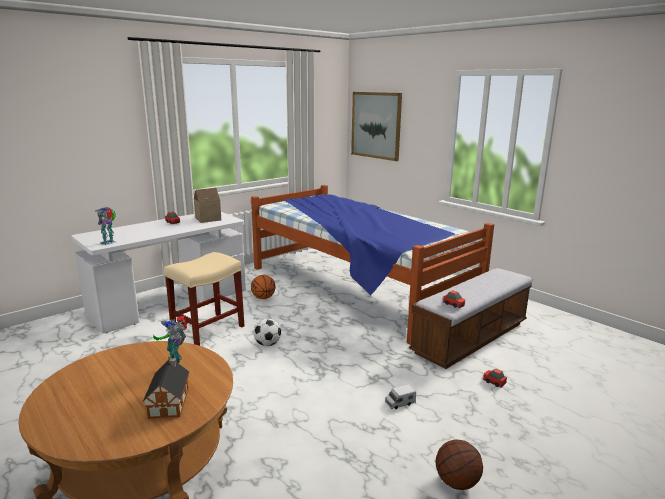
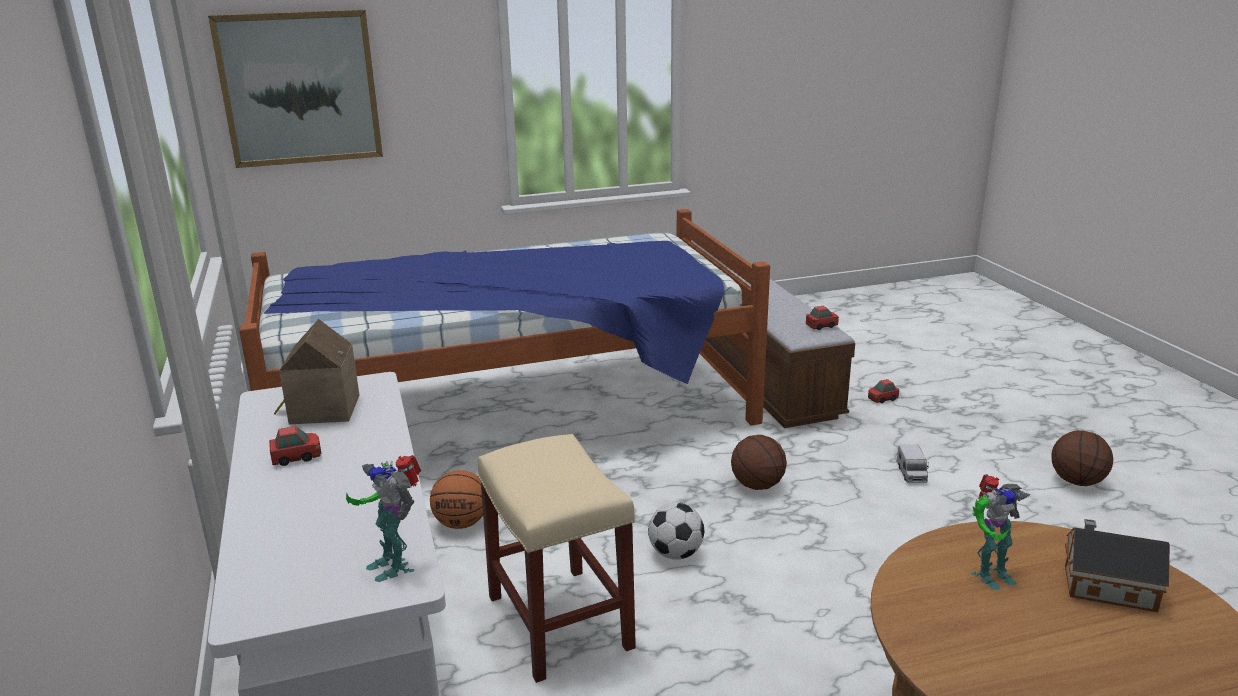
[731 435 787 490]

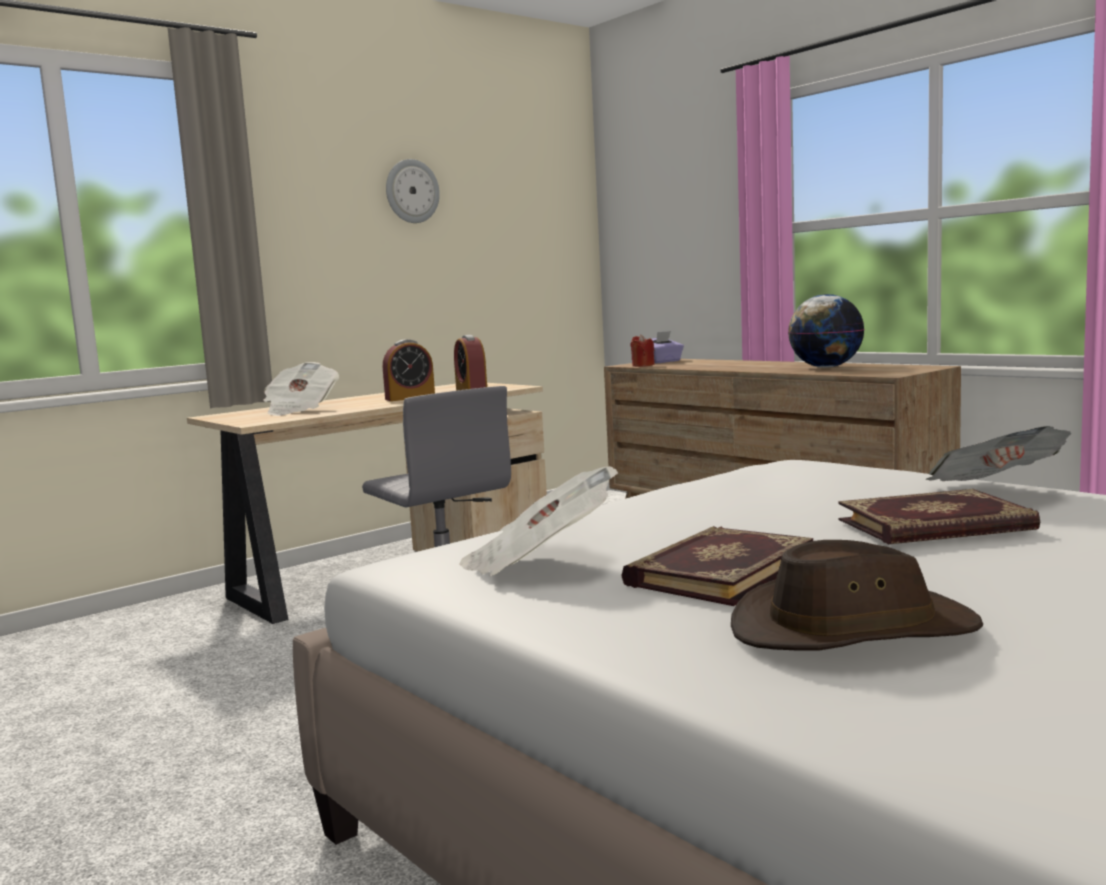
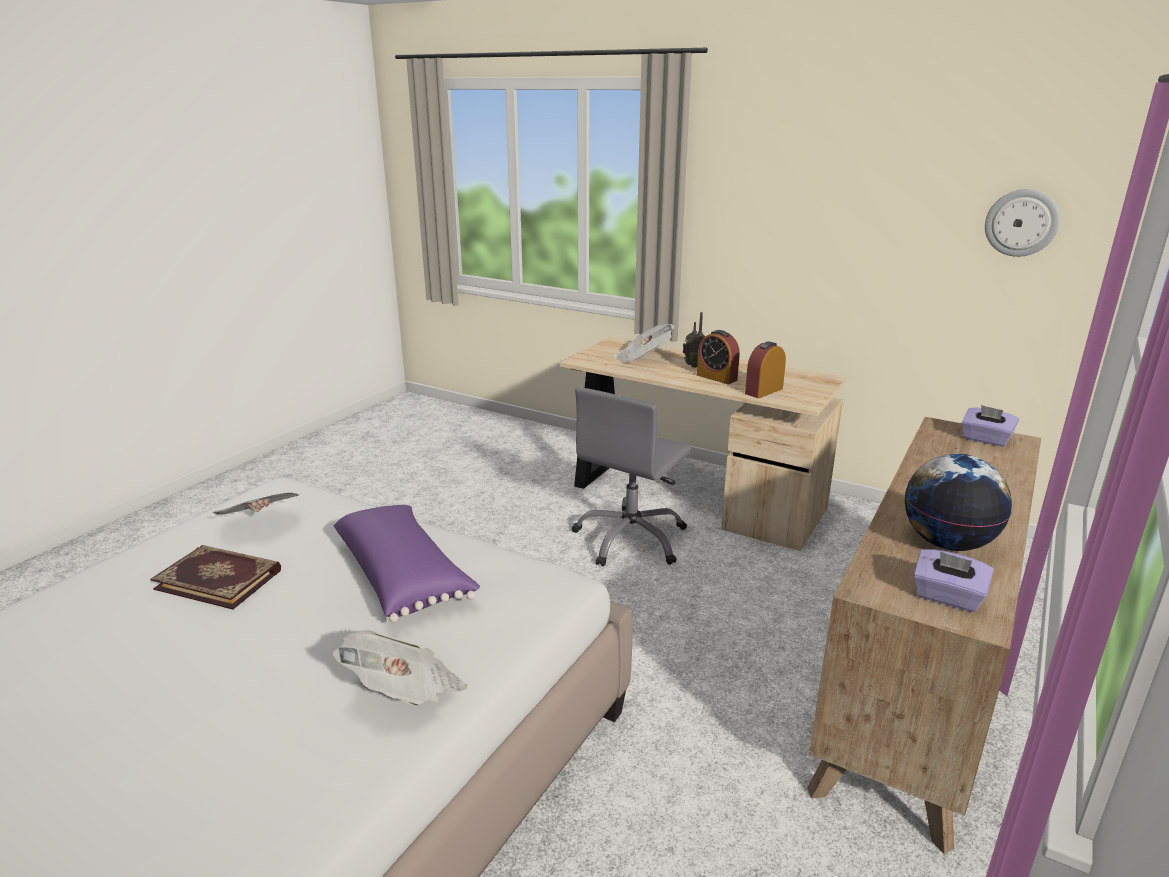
[985 189 1060 257]
[631 334 655 367] (first image)
[838 489 1040 544] (first image)
[731 540 983 651] (first image)
[683 312 705 368]
[334 505 480 623]
[913 549 994 612]

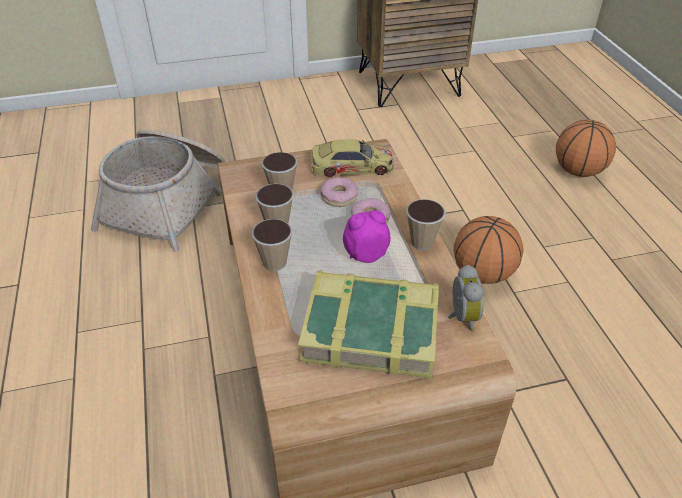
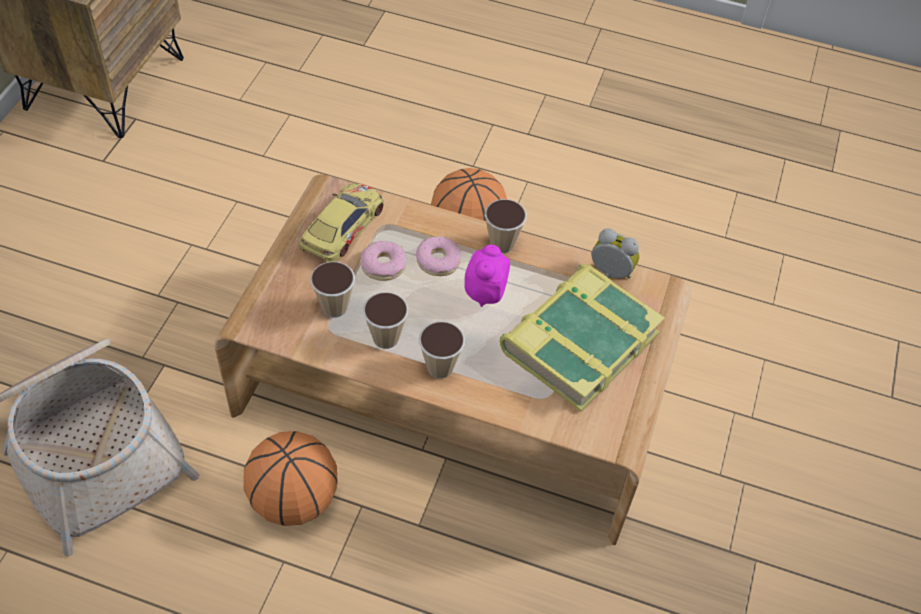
[244 431 338 526]

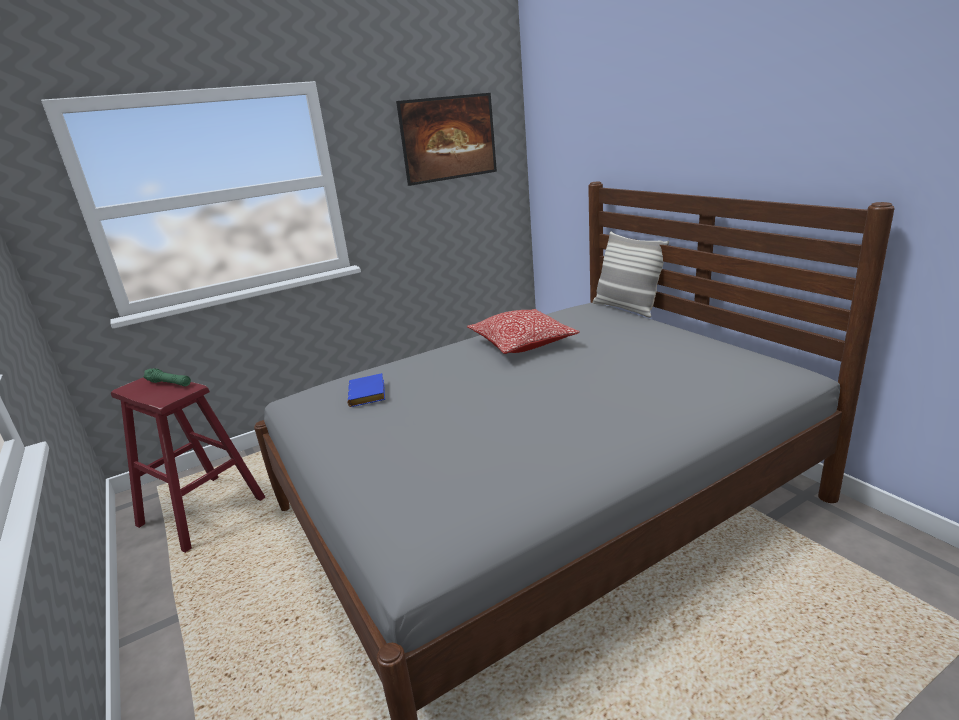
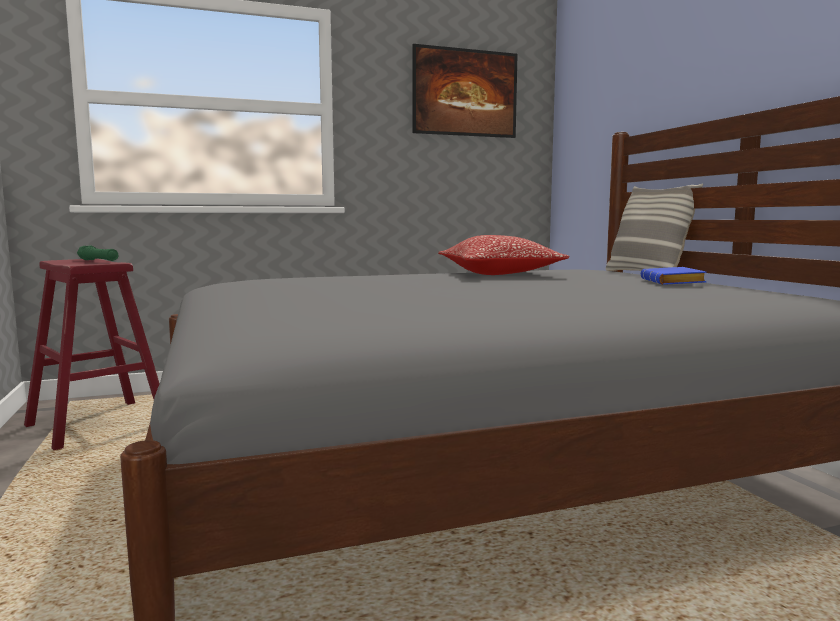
[641 267 707 285]

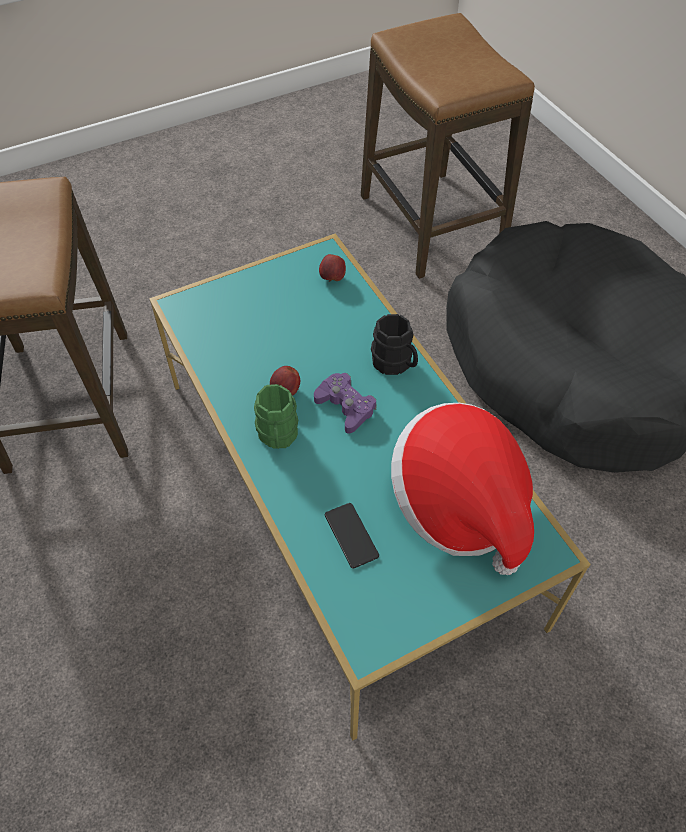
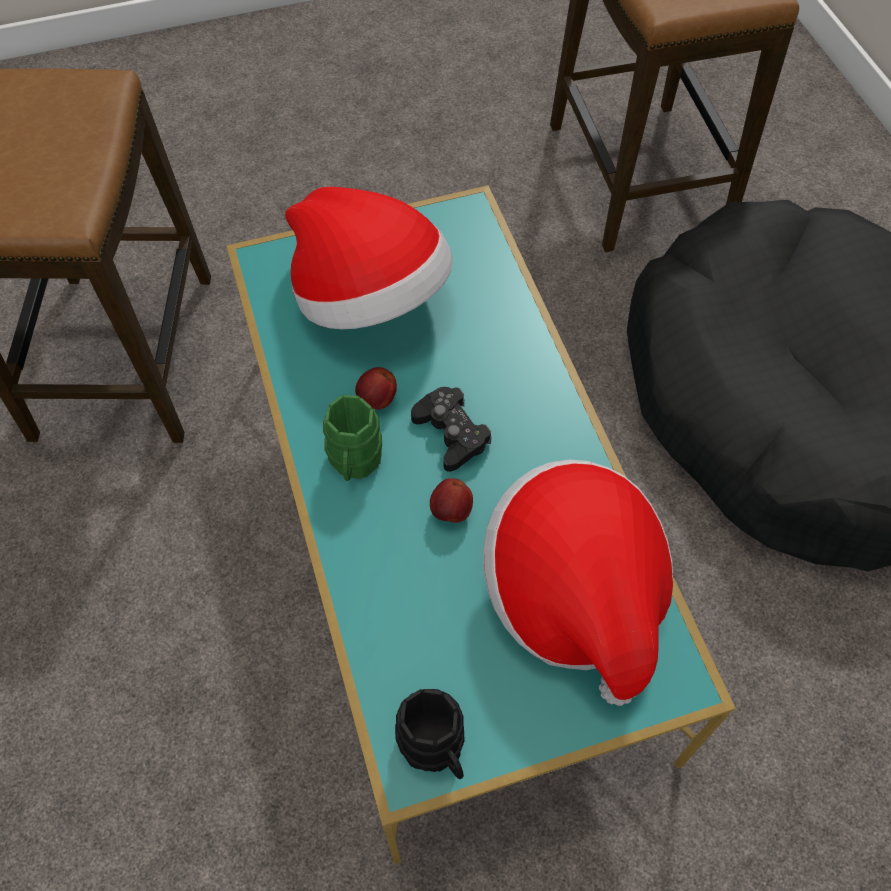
[430 478 473 523]
[395 689 465 779]
[411 387 491 472]
[325 503 379 569] (first image)
[285 187 453 329]

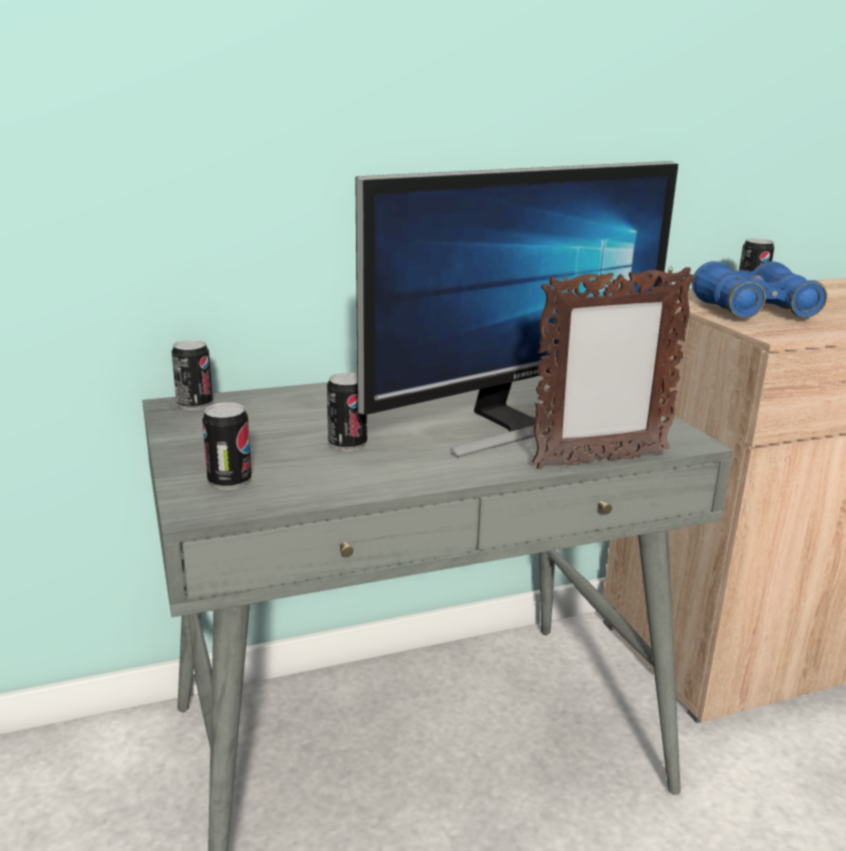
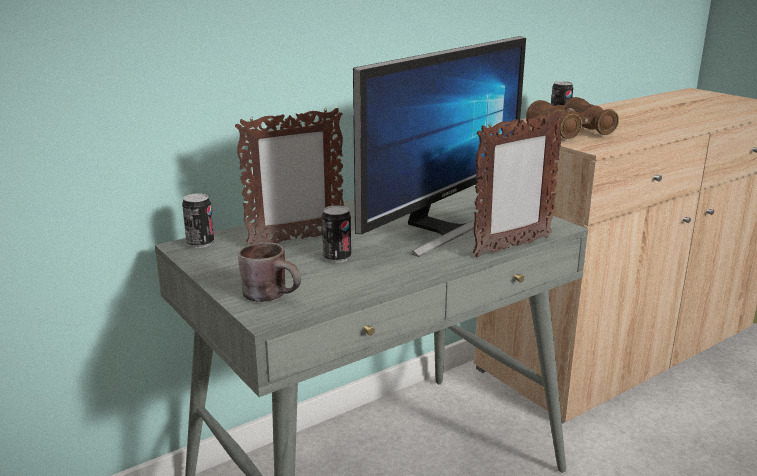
[526 97 619 139]
[238 242 301 302]
[235 108 344 245]

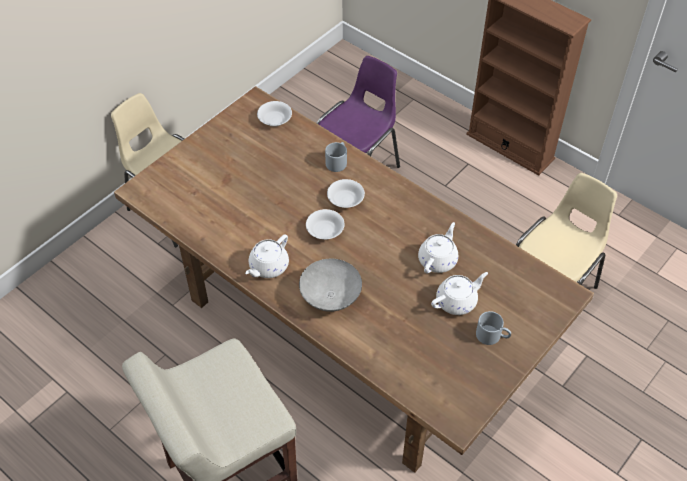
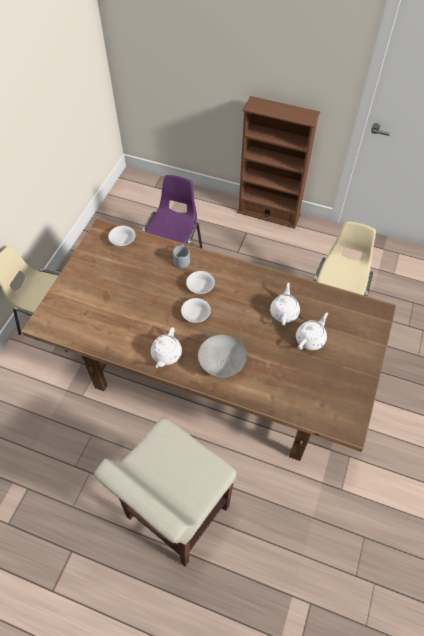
[476 311 511 345] (first image)

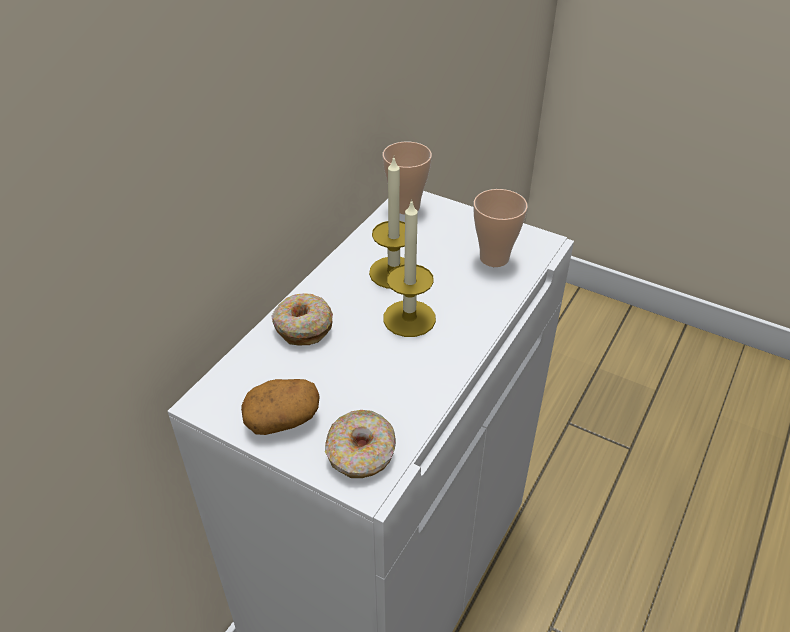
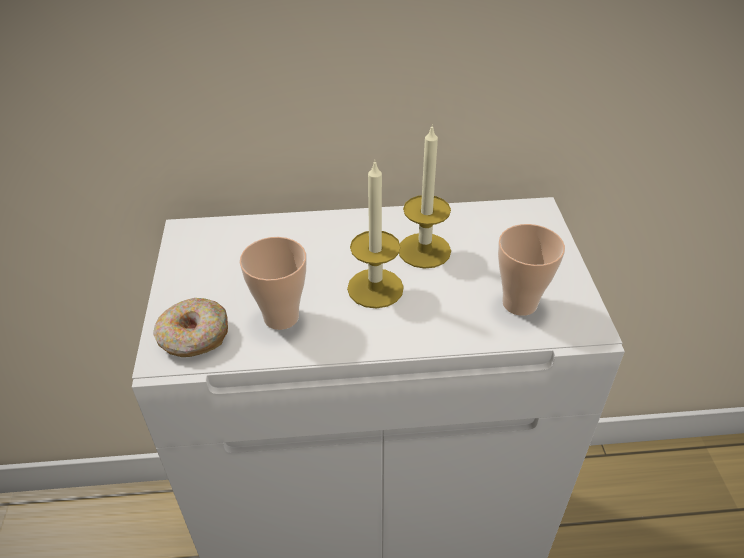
[239 237 306 330]
[271 293 333 345] (first image)
[241 379 320 435] (first image)

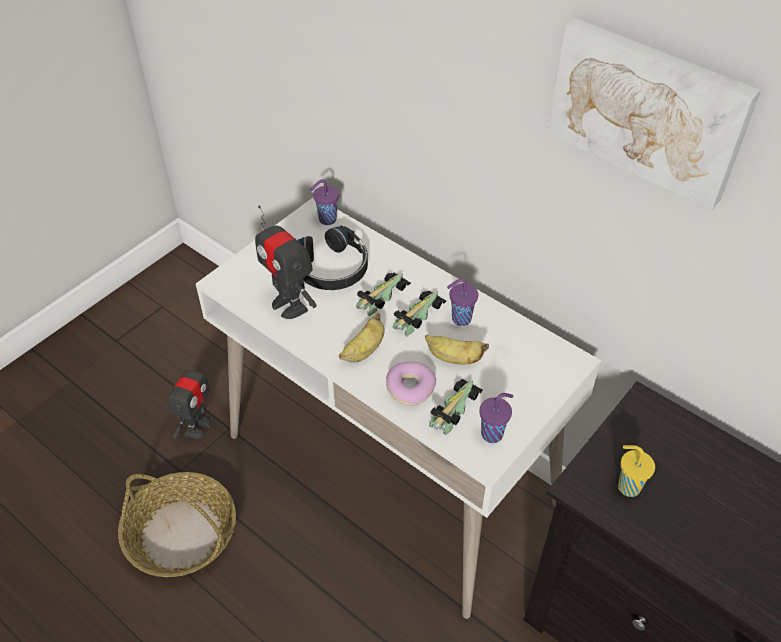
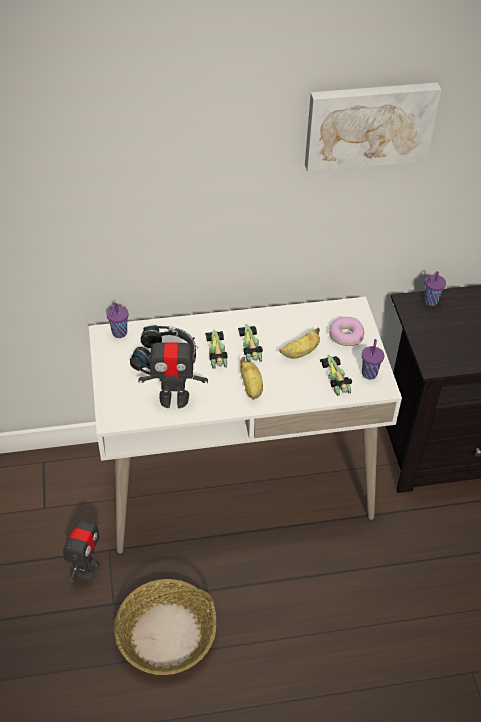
[424 271 446 306]
[63 510 100 584]
[329 317 365 346]
[618 445 655 497] (first image)

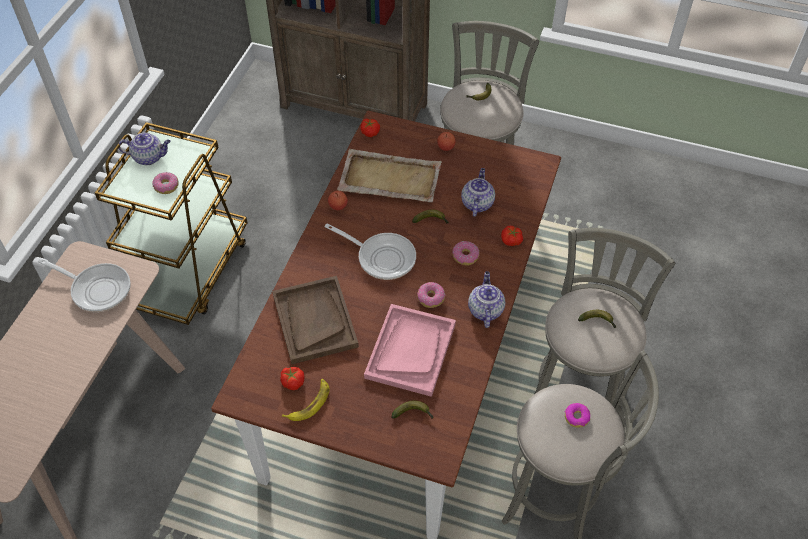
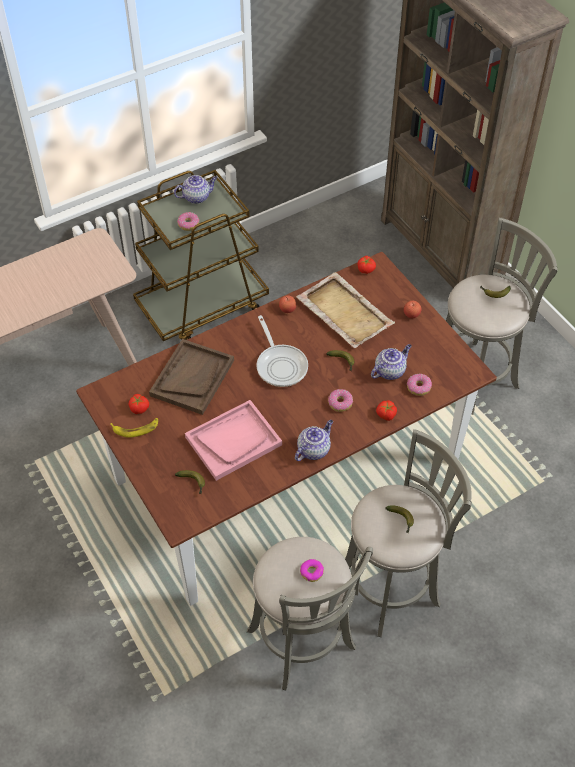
[174 175 217 204]
[38 258 131 312] (first image)
[407 374 432 396]

